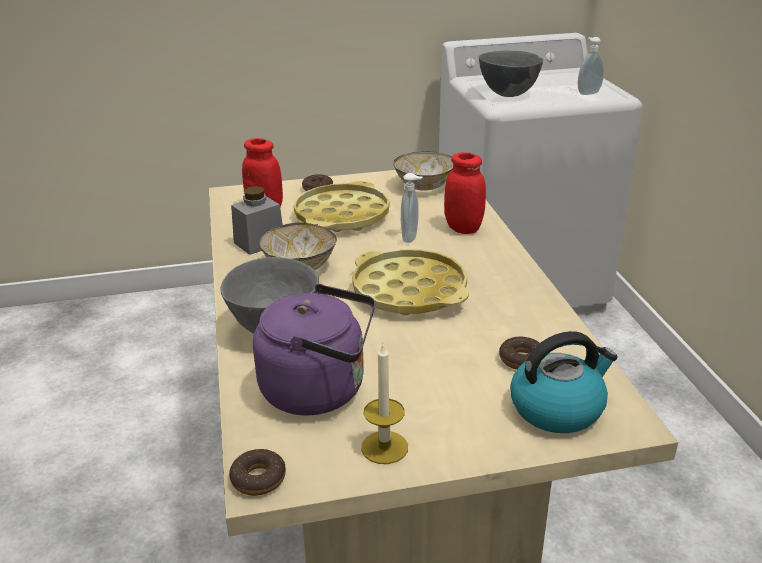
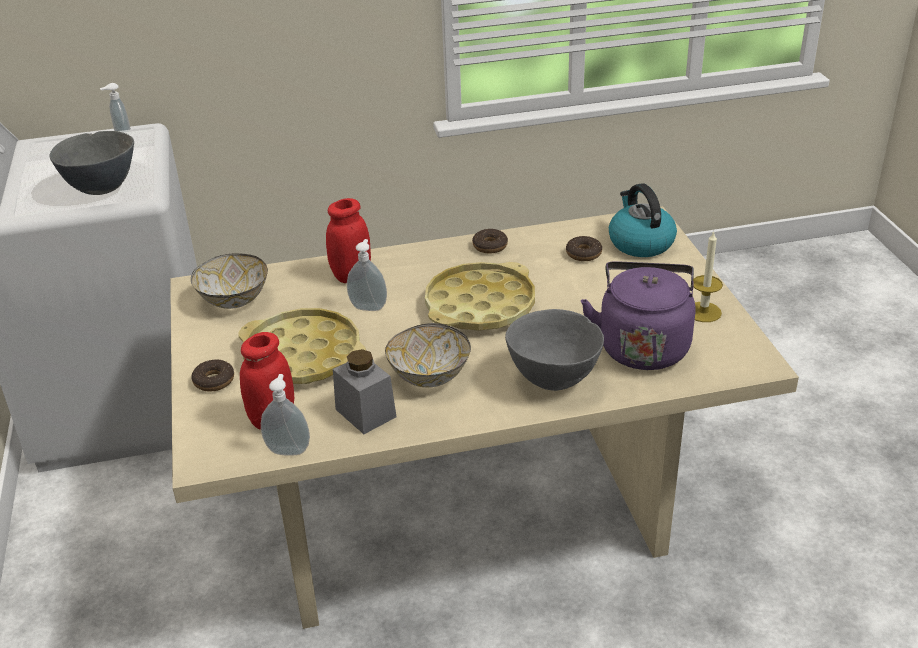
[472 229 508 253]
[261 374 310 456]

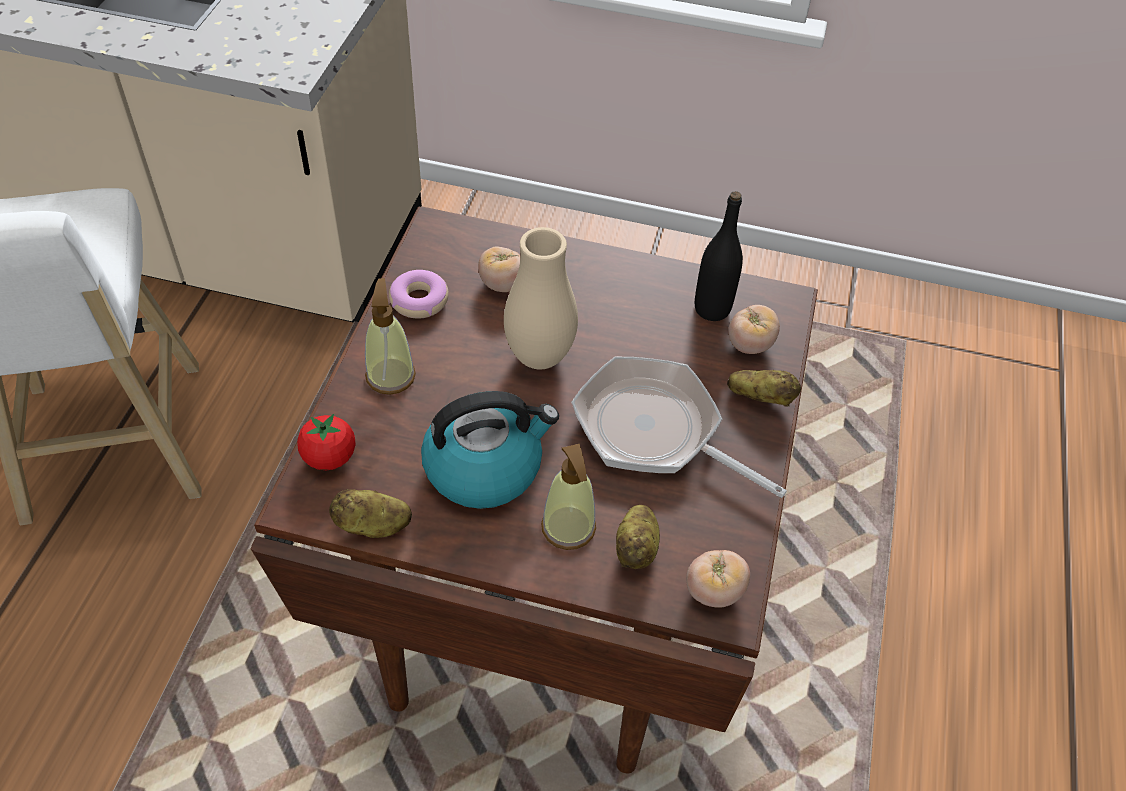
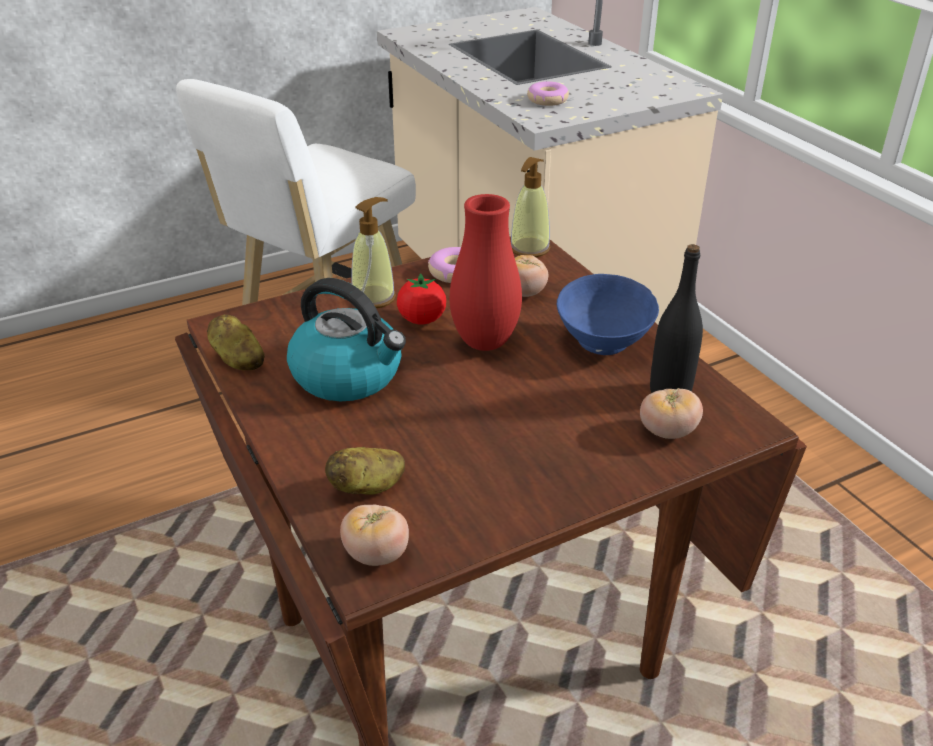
[450 194 522 351]
[571 357 787 498] (first image)
[727 370 801 407] (first image)
[397 273 446 324]
[511 157 551 257]
[527 81 569 106]
[557 274 659 355]

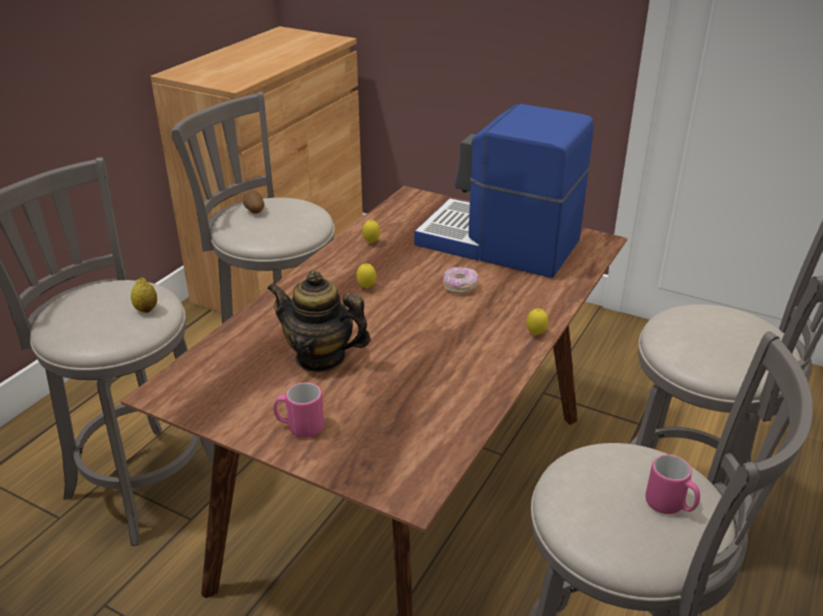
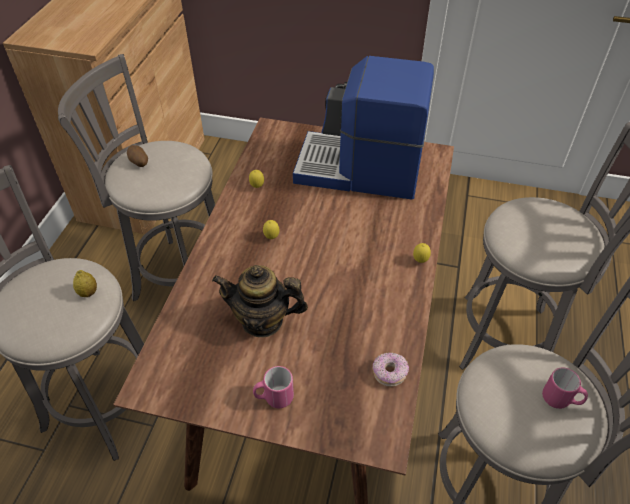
[373 352 409 387]

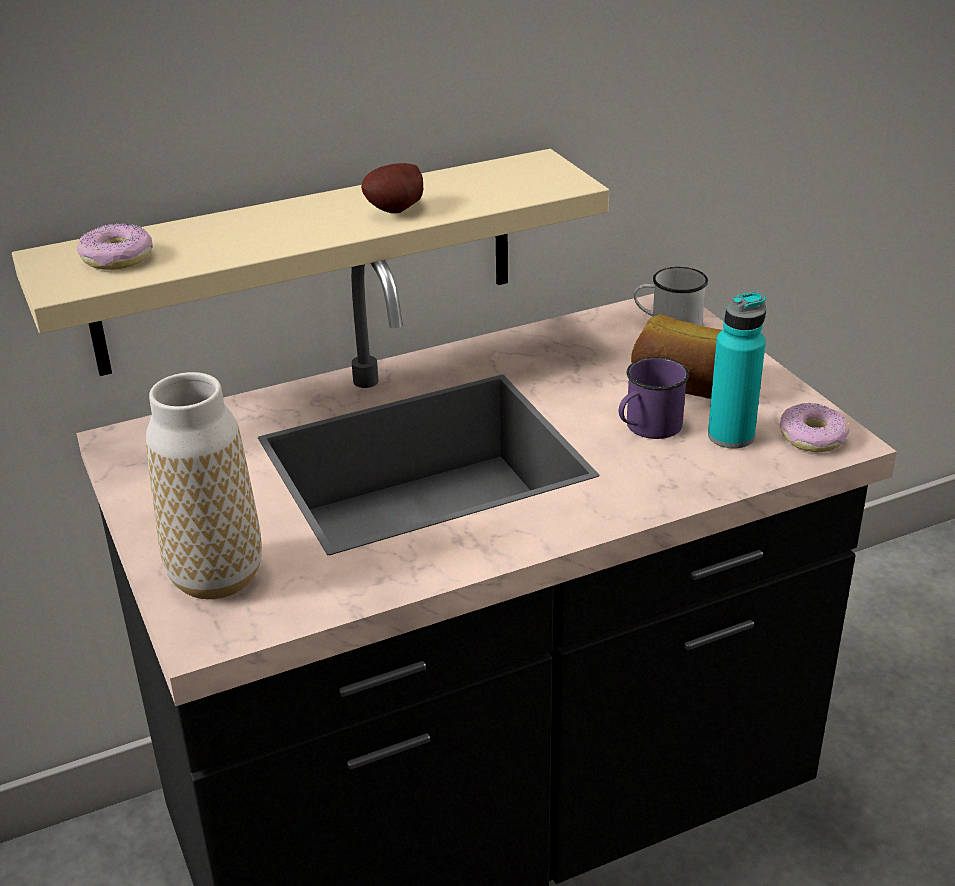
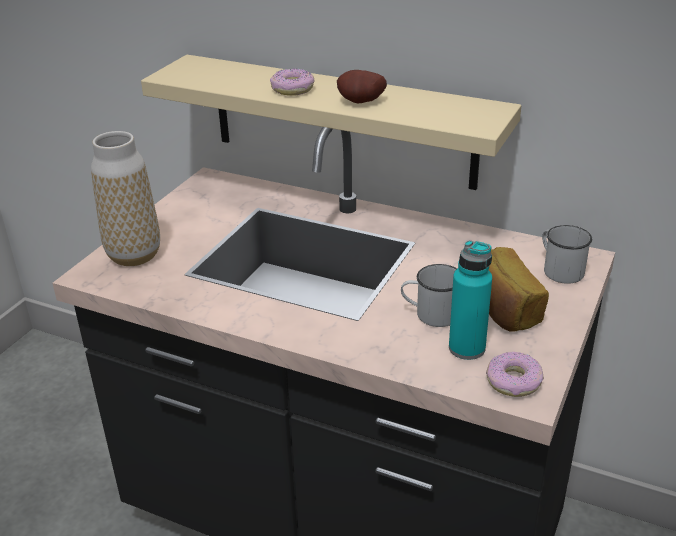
[270 69 314 96]
[401 264 457 327]

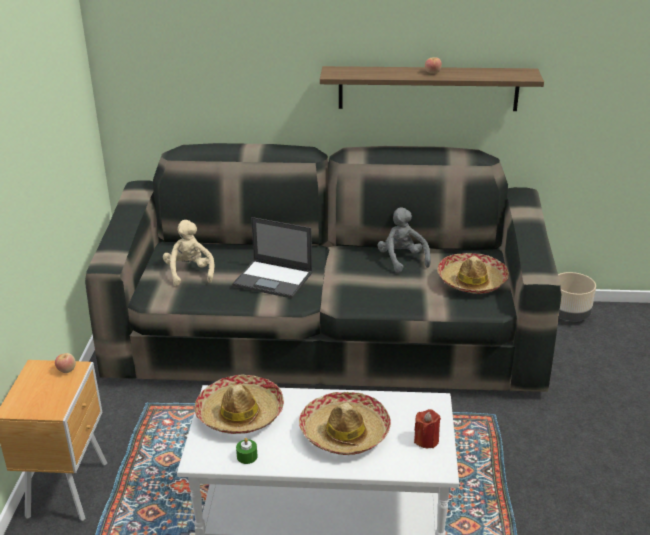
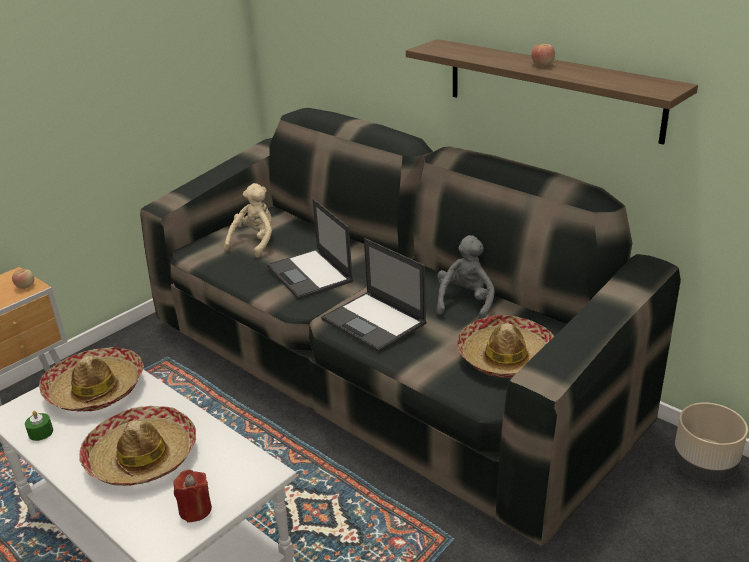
[321 238 427 353]

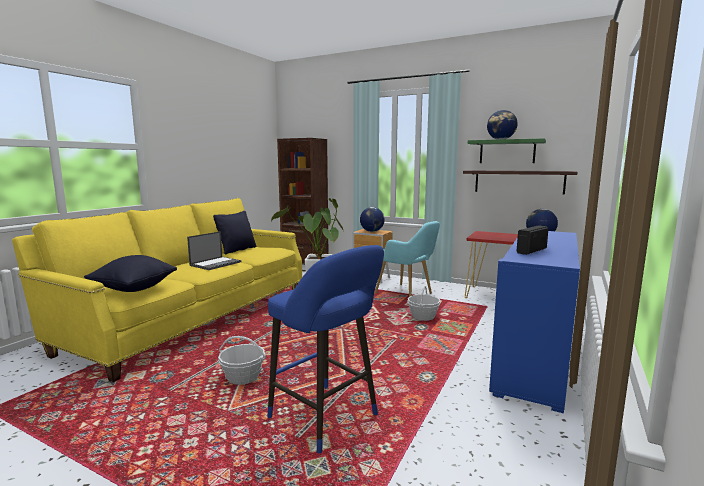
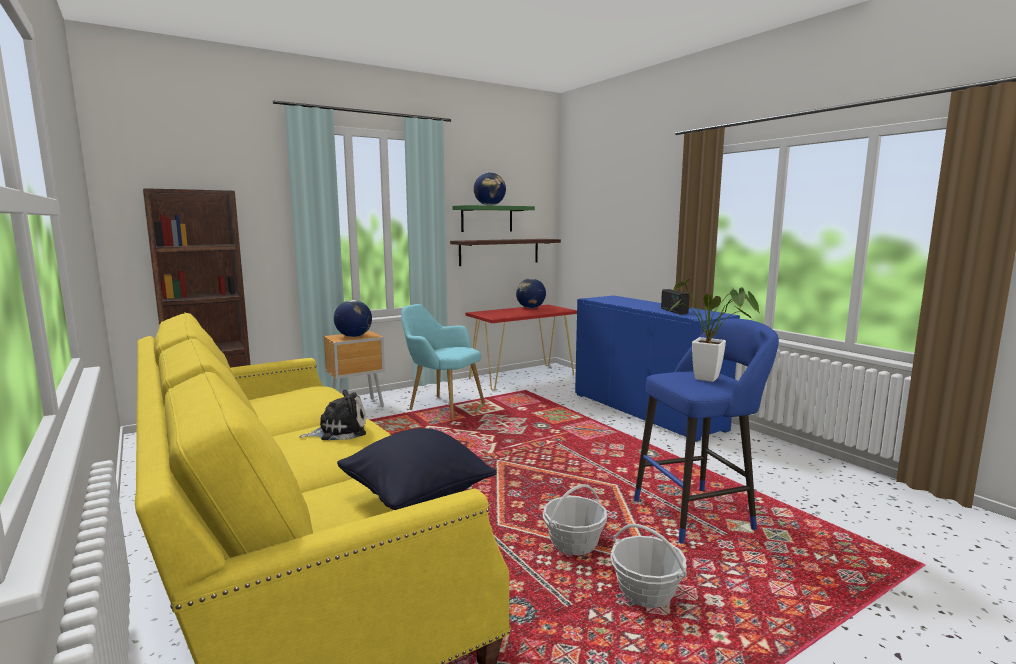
[213 211 256 255] (first image)
[401 304 485 420]
[299 390 366 440]
[610 524 687 608]

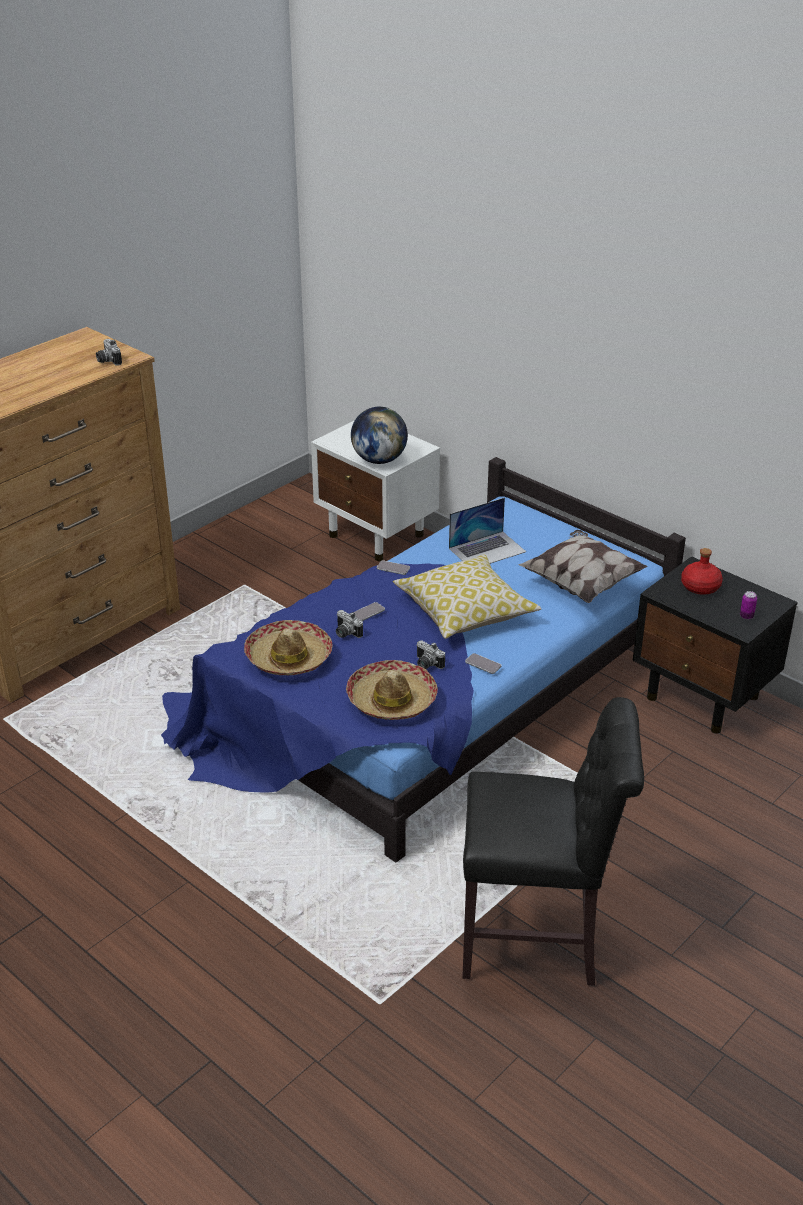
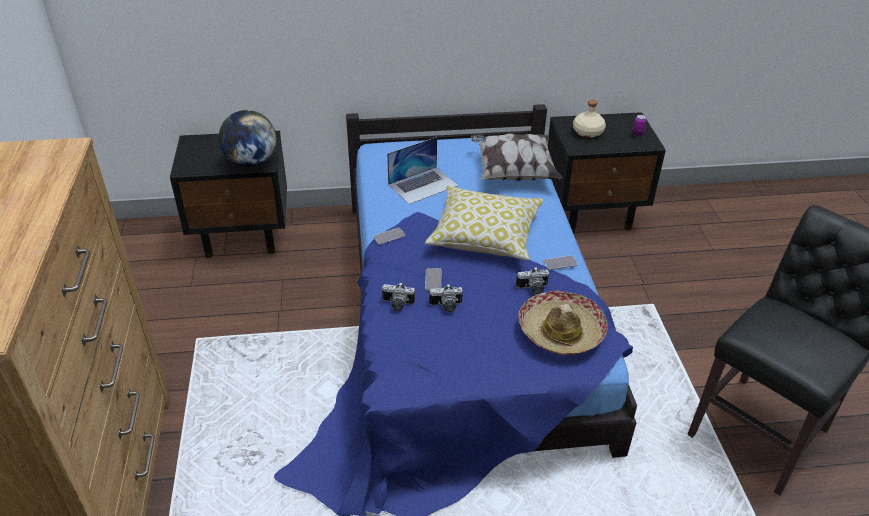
[382 283 415 311]
[170 131 287 258]
[387 137 458 204]
[573 100 606 138]
[244 620 332 675] (first image)

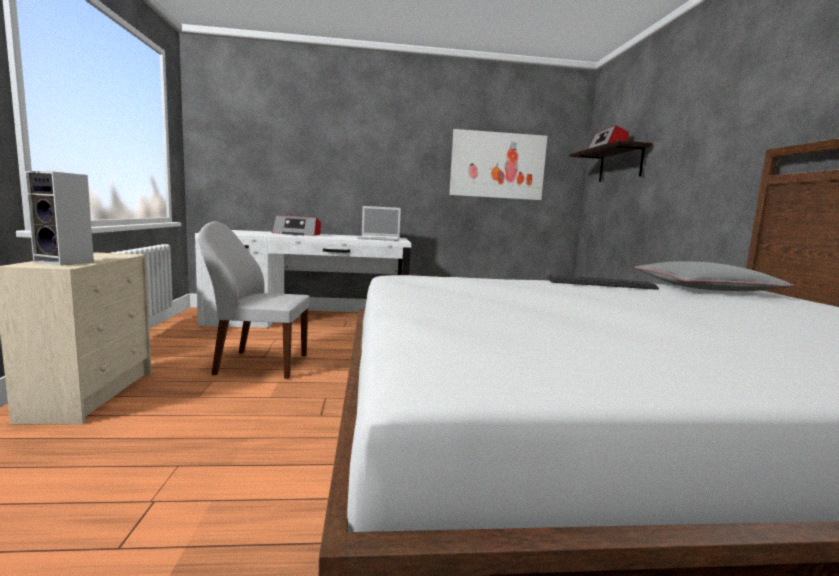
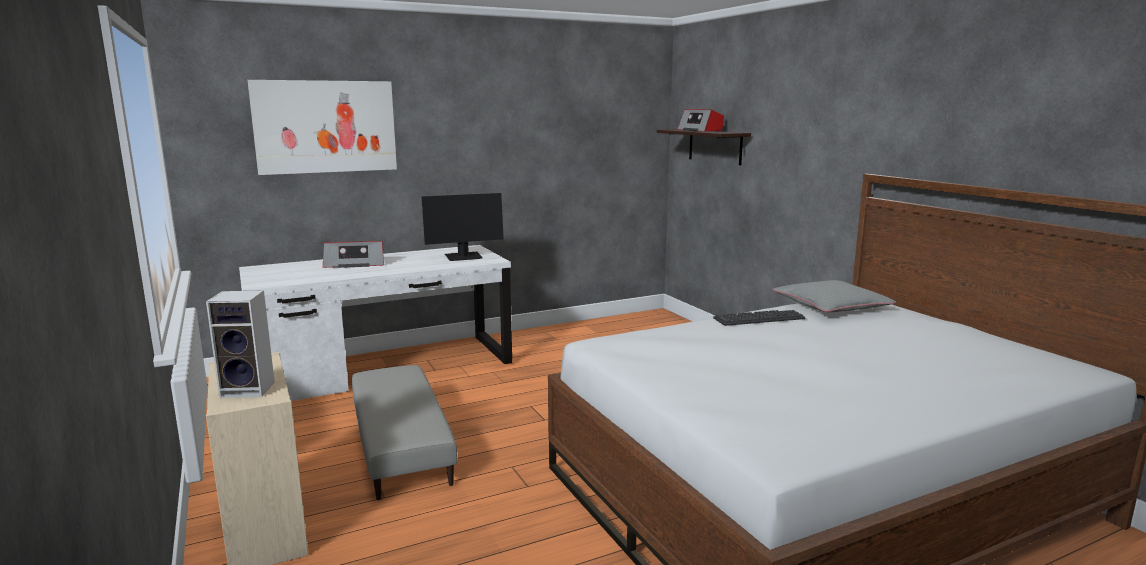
[247 80 397 175]
[422 193 504 261]
[352 365 457 500]

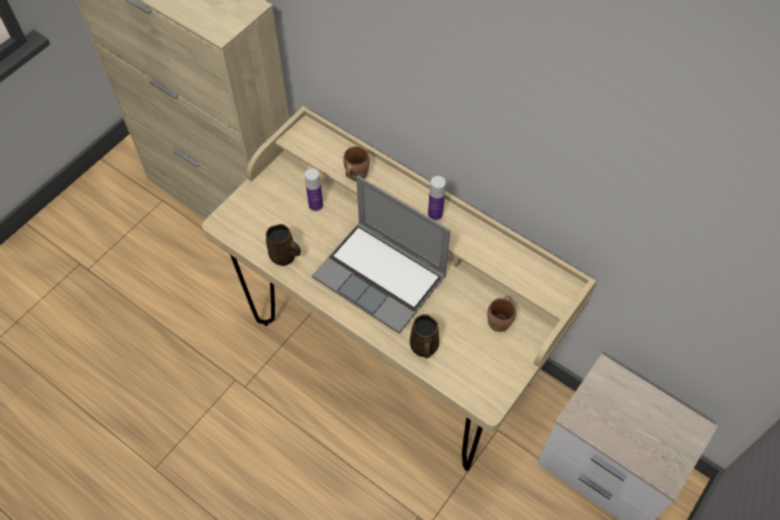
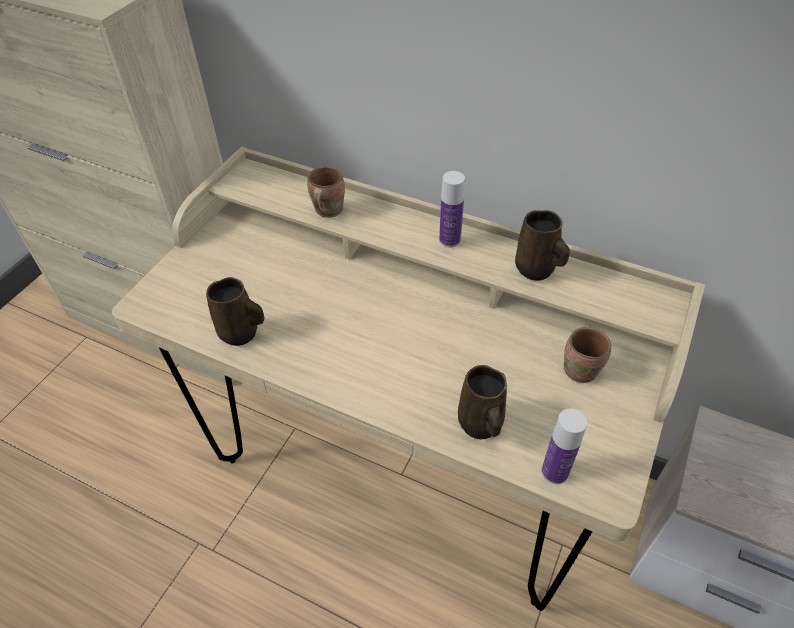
[542 408 587 484]
[312 176 451 334] (first image)
[515 210 570 281]

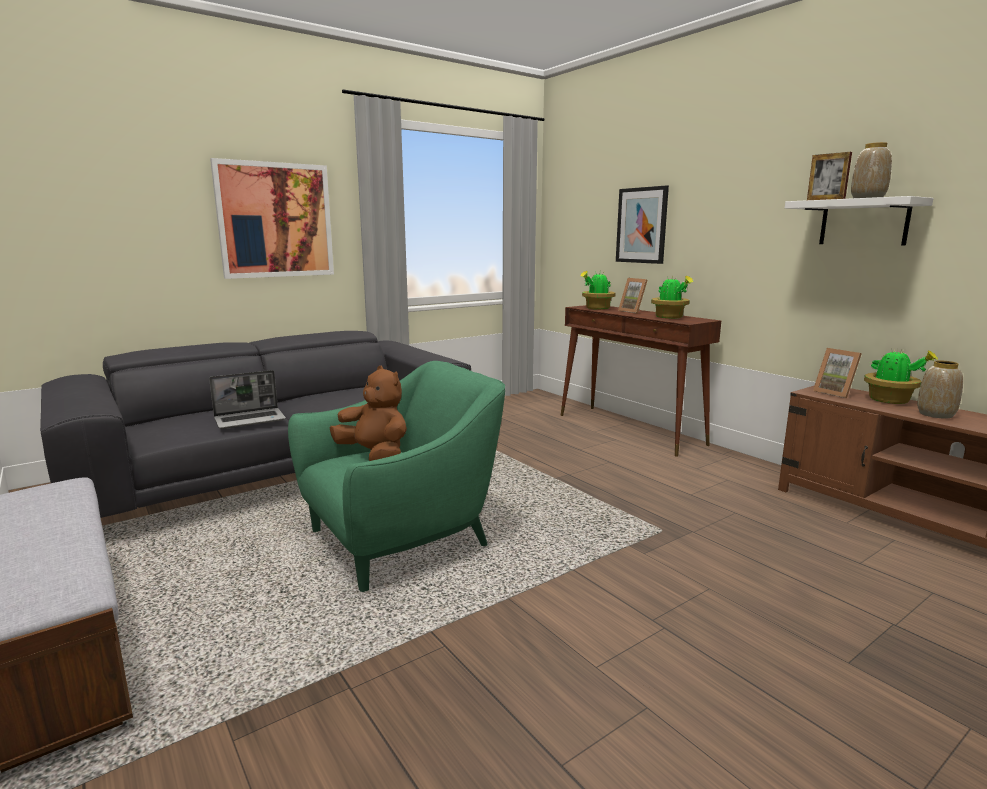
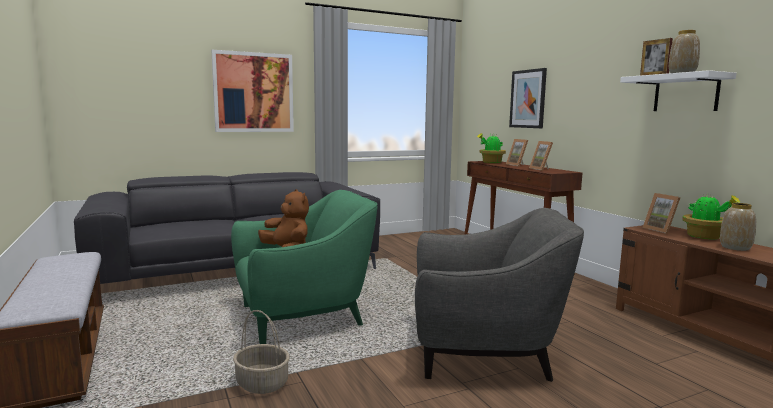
[529 141 553 171]
[209 370 286 429] (first image)
[415 208 584 382]
[233 310 290 394]

